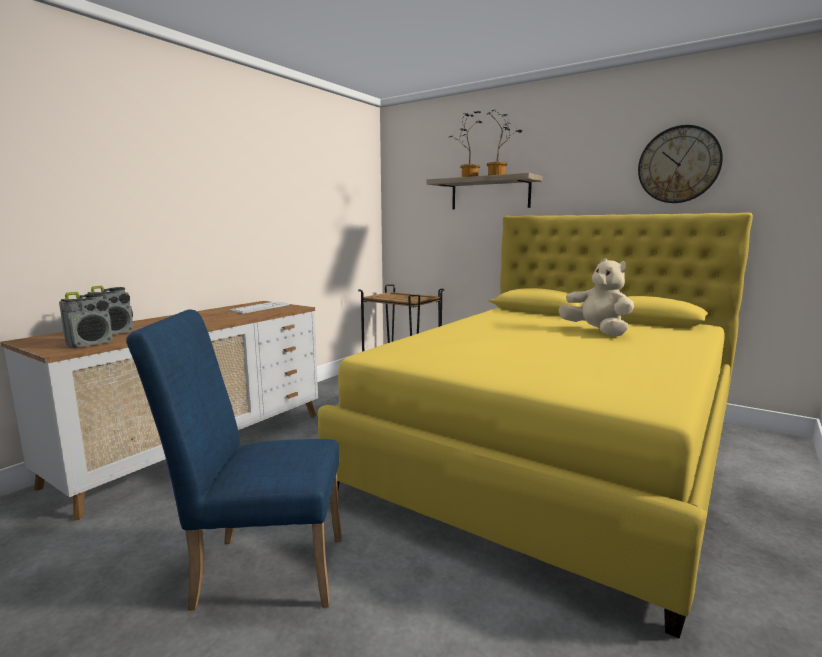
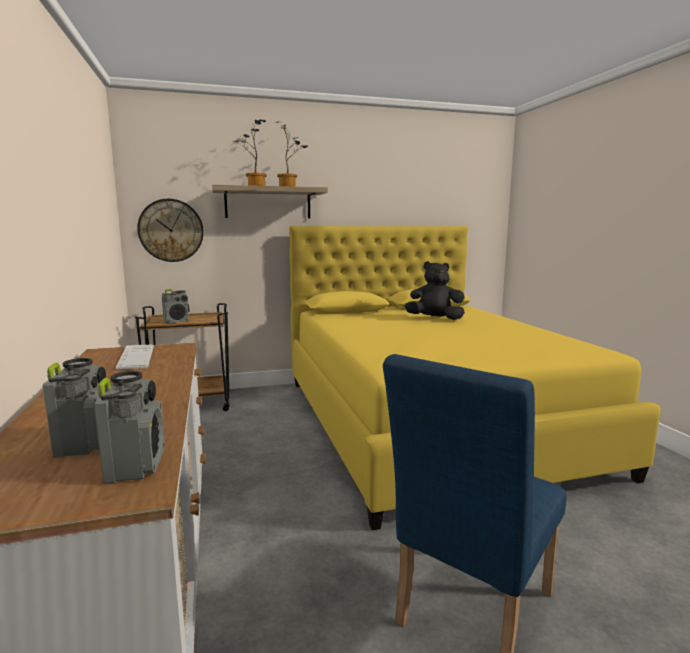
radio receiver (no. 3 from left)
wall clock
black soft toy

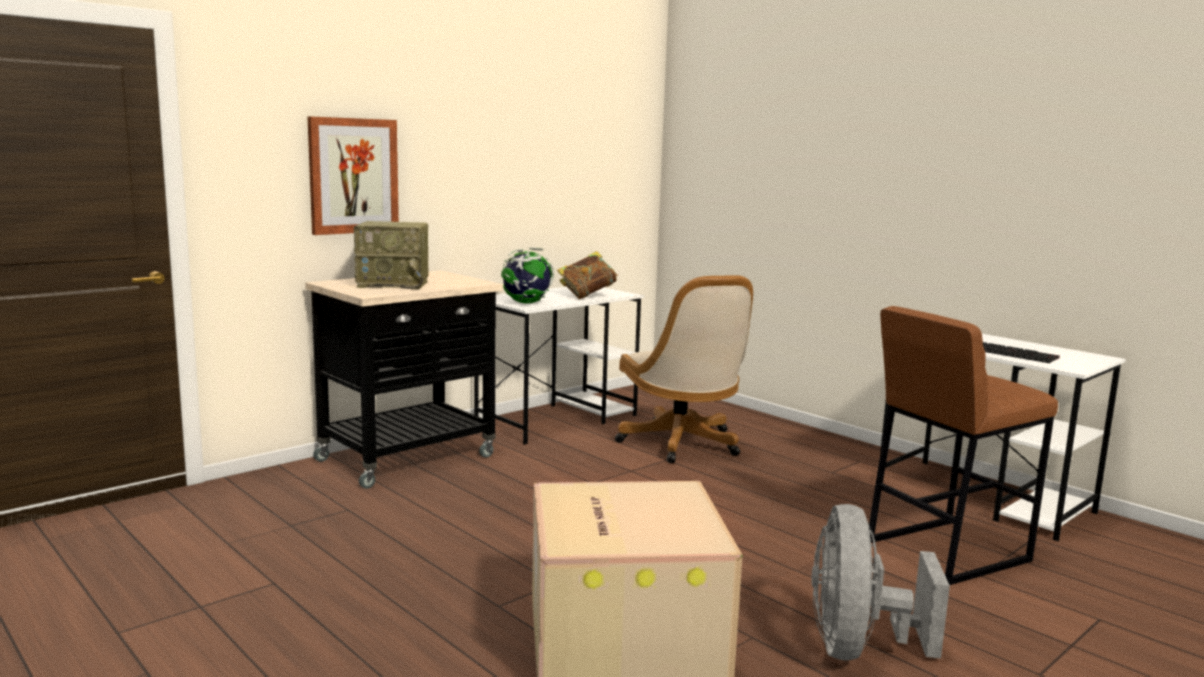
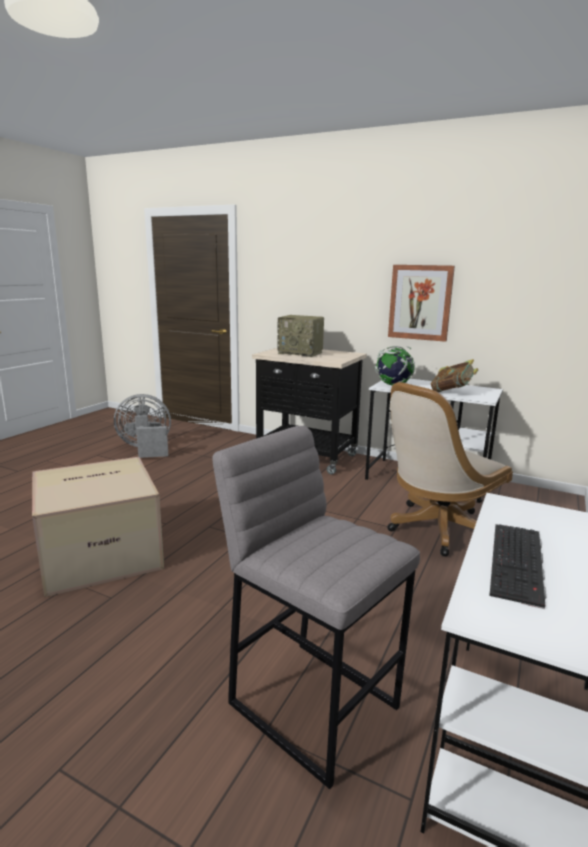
wall art
gray cooling fan
gray stool seat
radio receiver

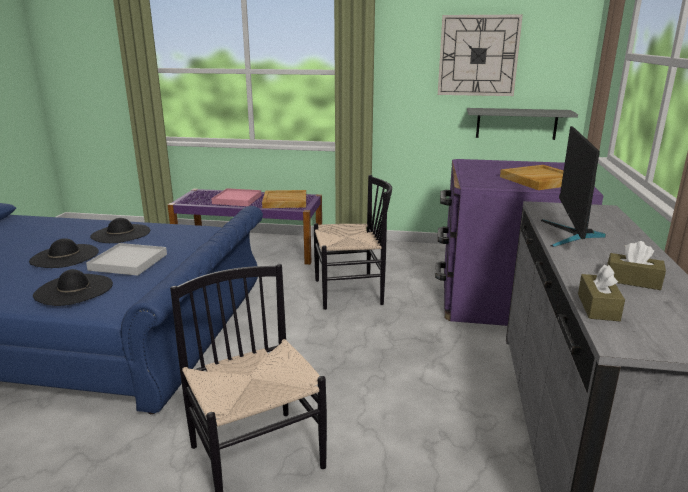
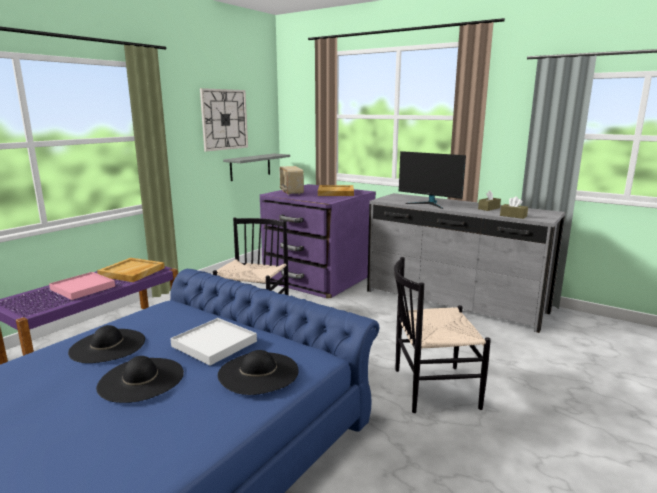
radio receiver

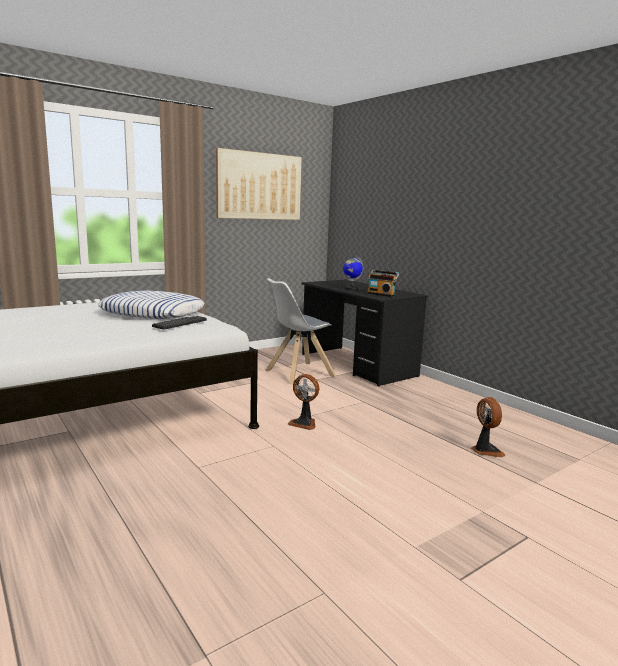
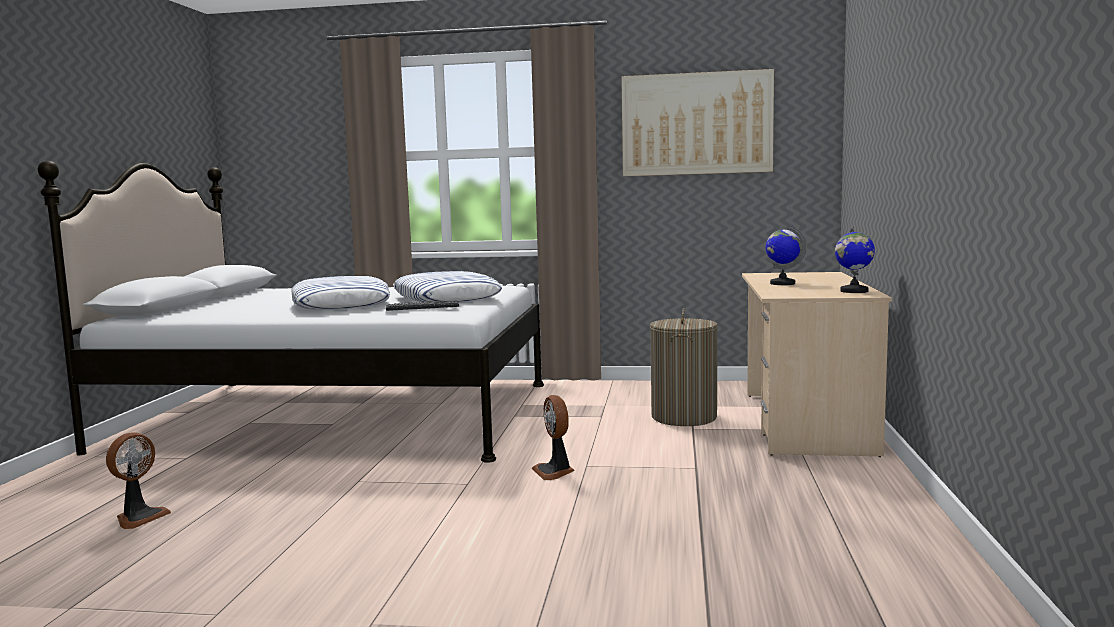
radio receiver
cushion (no. 1 from left)
desk globe (no. 2 from left)
cooling fan (no. 1 from left)
hamper
beige-coloured desk table

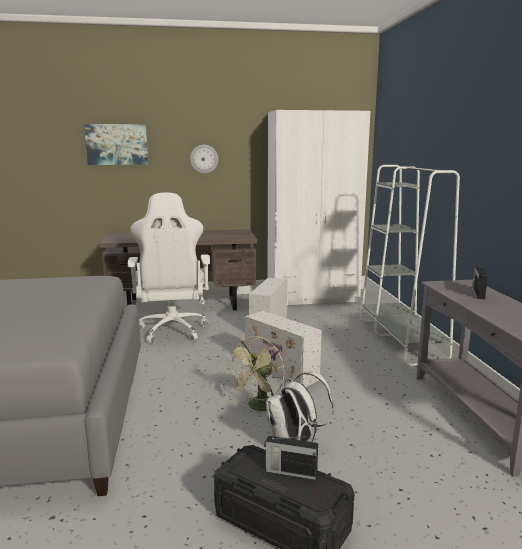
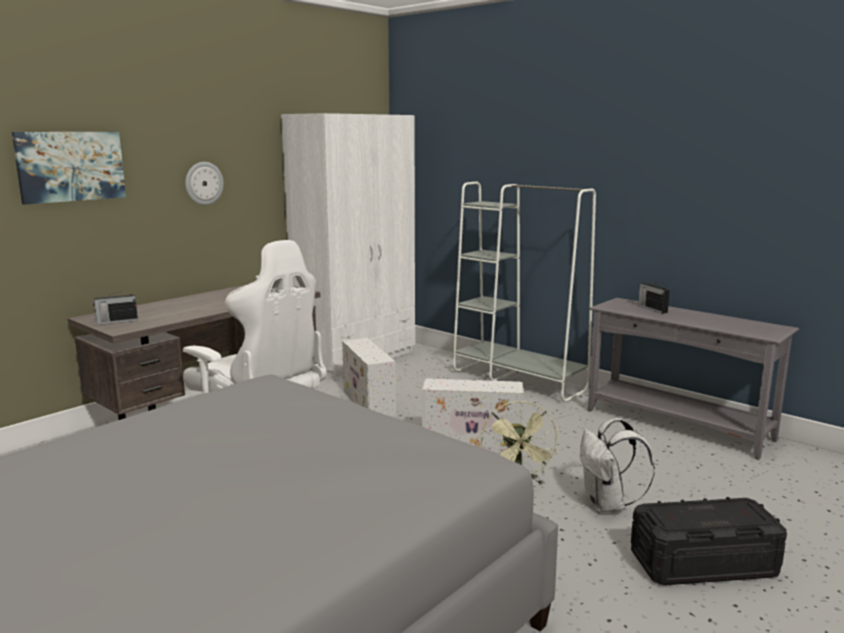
radio receiver (no. 1 from left)

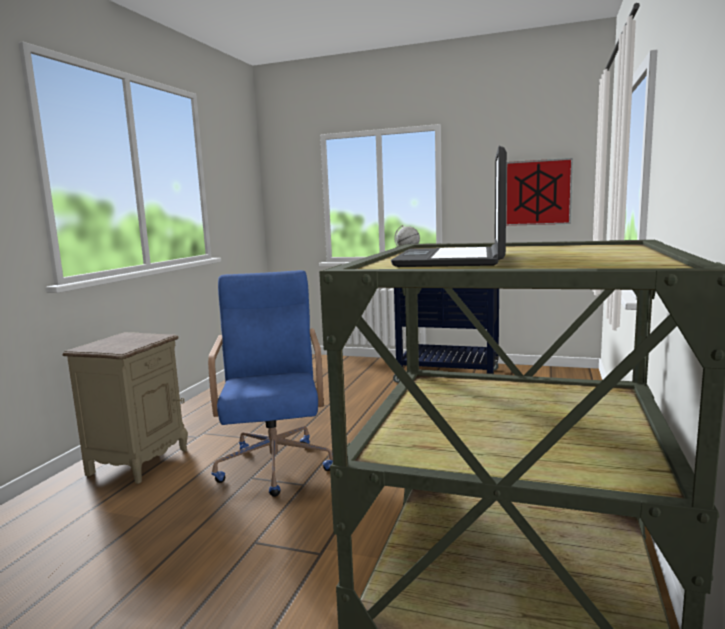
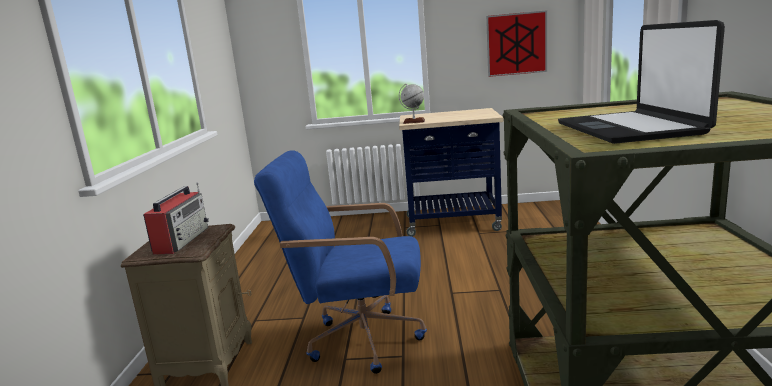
radio receiver
blue desk chair

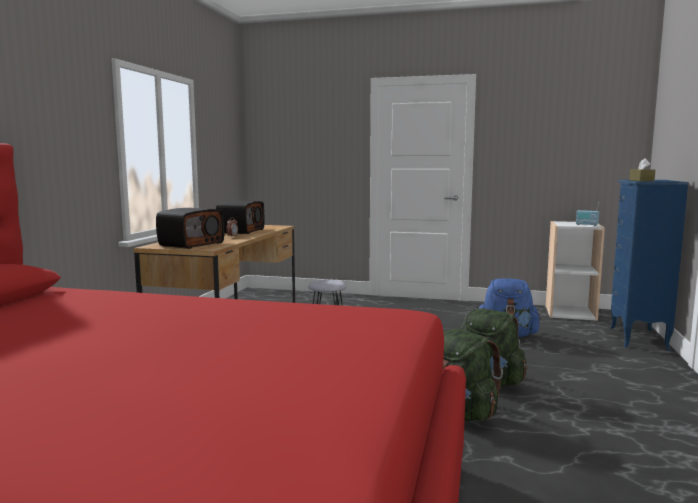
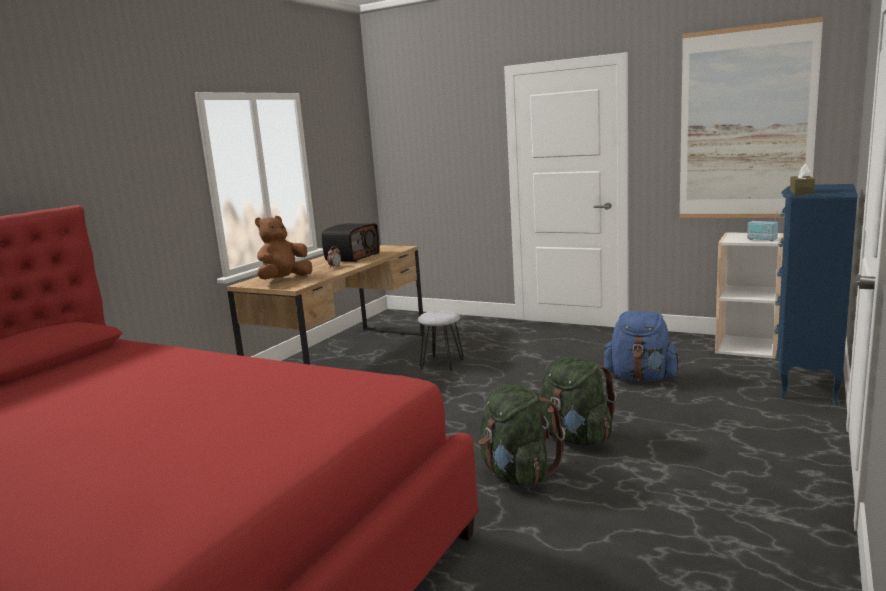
wall art
brown-coloured soft toy

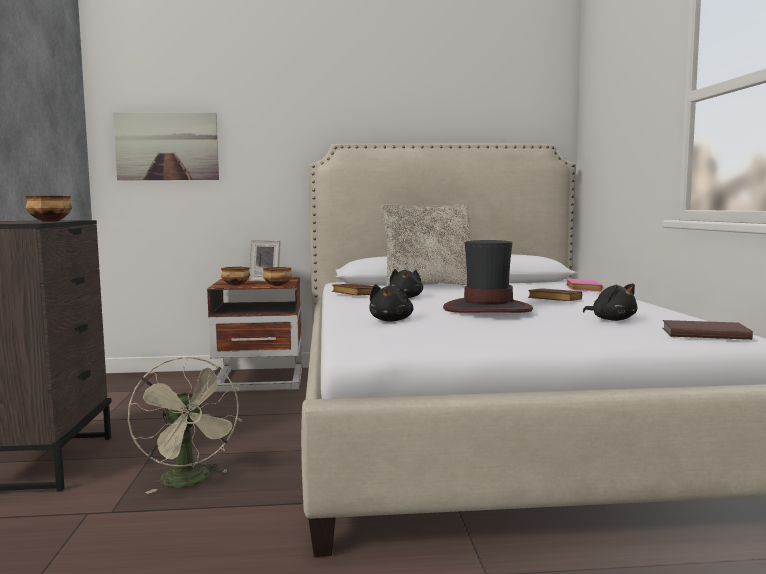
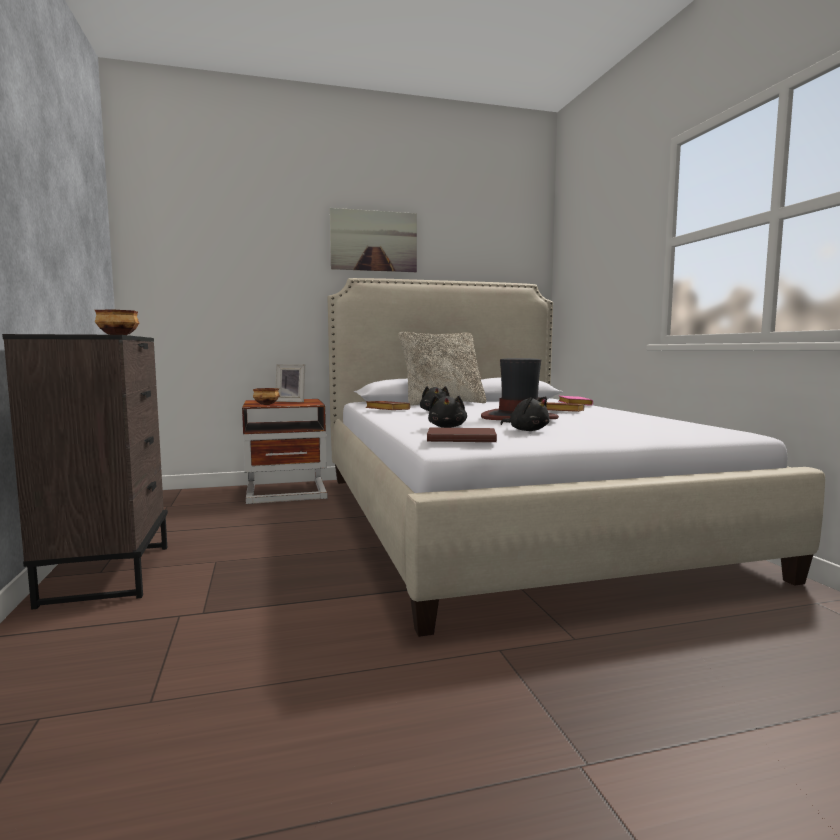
beige-coloured cooling fan
deep dish (no. 3 from left in the first image)
wall art
black soft toy (no. 3 from left)
brown-coloured book (no. 2 from left)

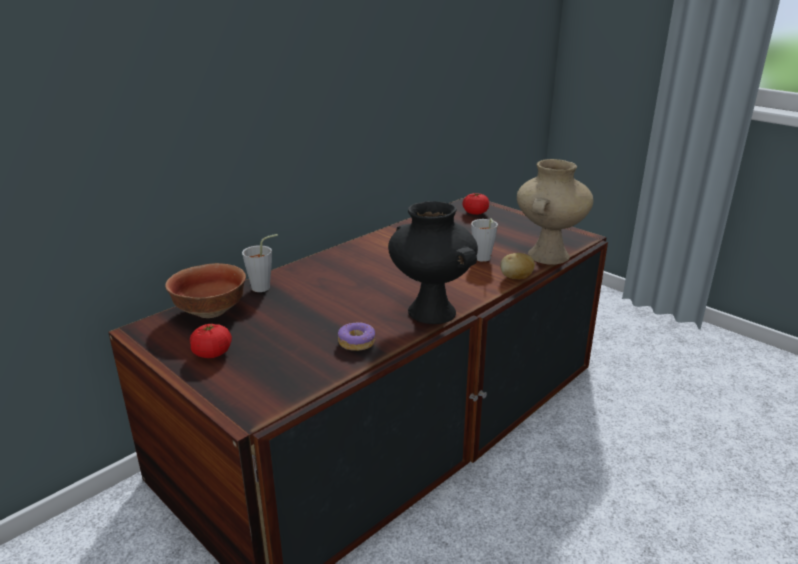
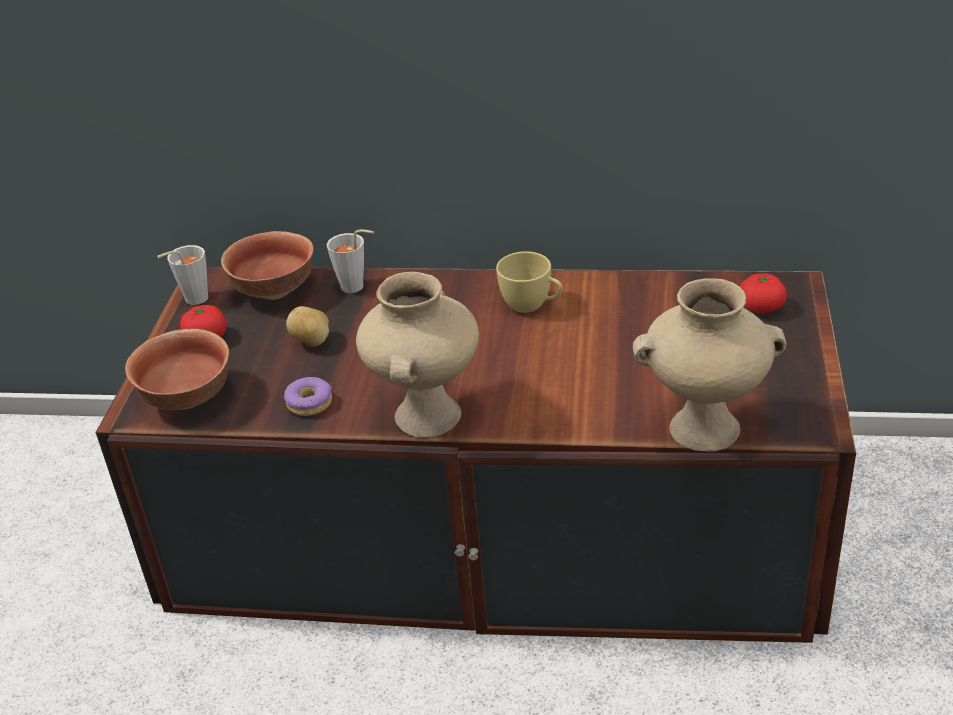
deep dish (no. 1 from left)
yellow-coloured small cup
gray small cup (no. 1 from left)
whole potato
beige-coloured flower vase (no. 1 from left)

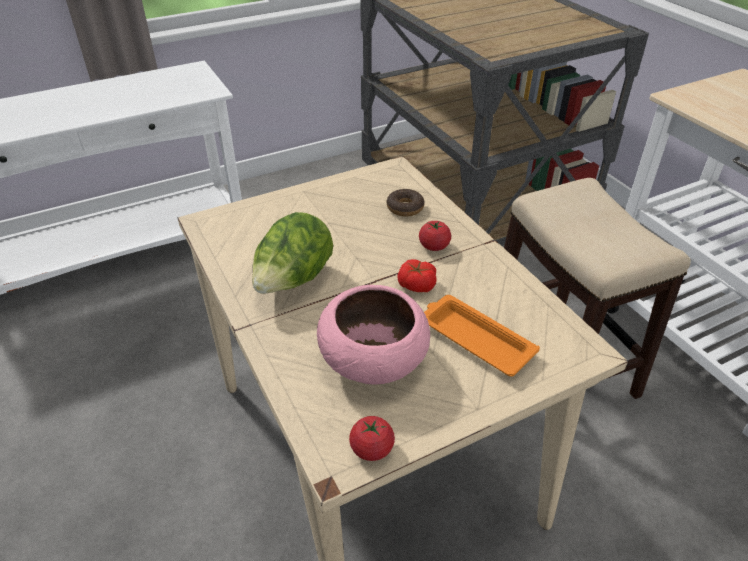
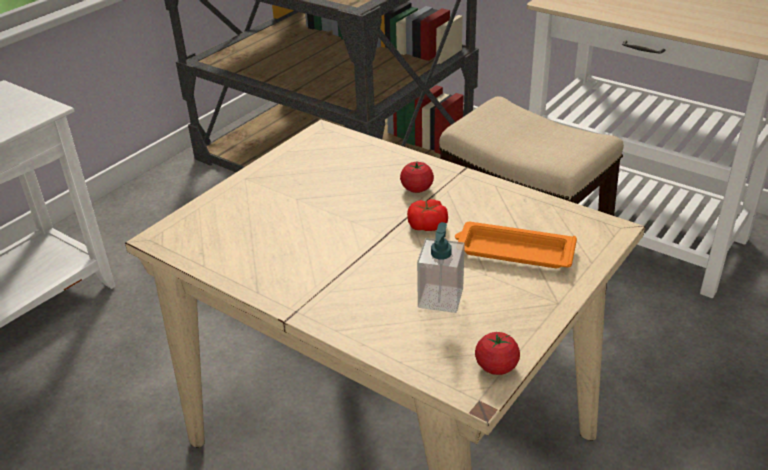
head of lettuce
donut
soap bottle

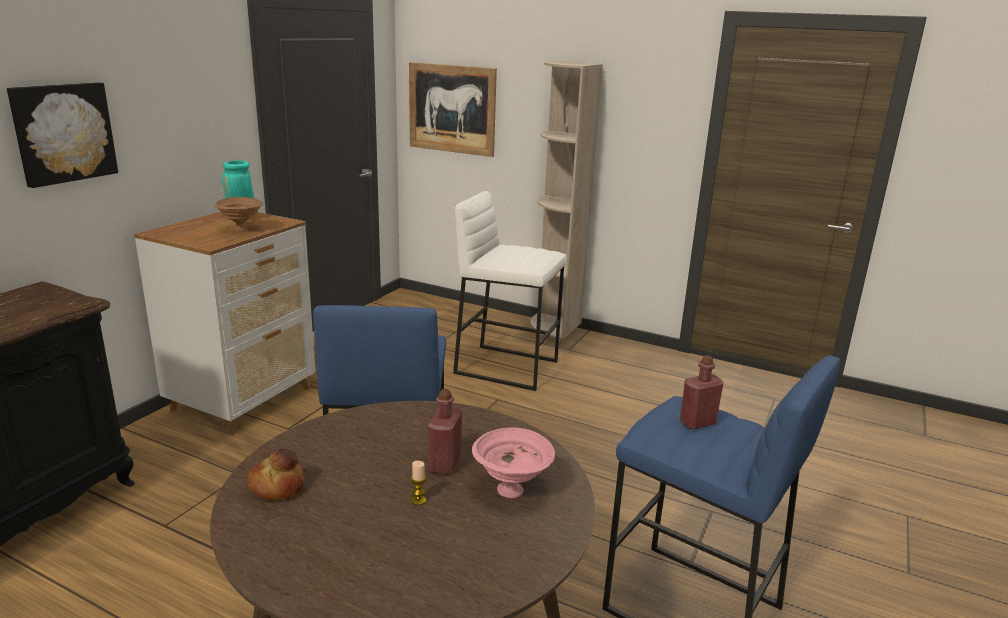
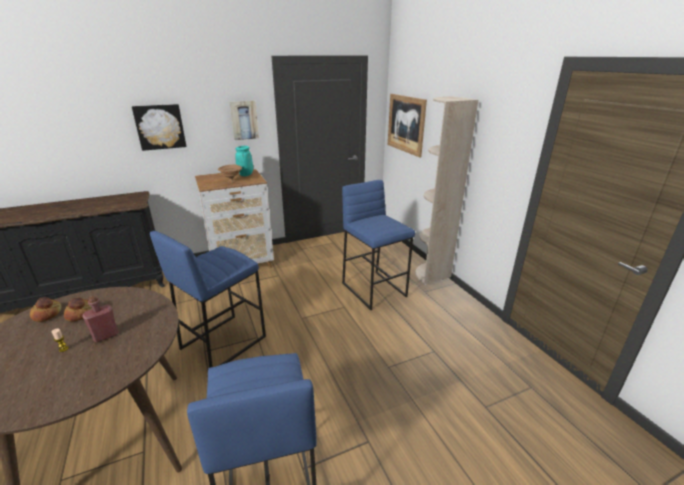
pinkish deep dish
reddish bottle (no. 2 from left in the first image)
bakery bread (no. 2 from left)
wall art (no. 2 from left)
blue stool seat (no. 3 from left)

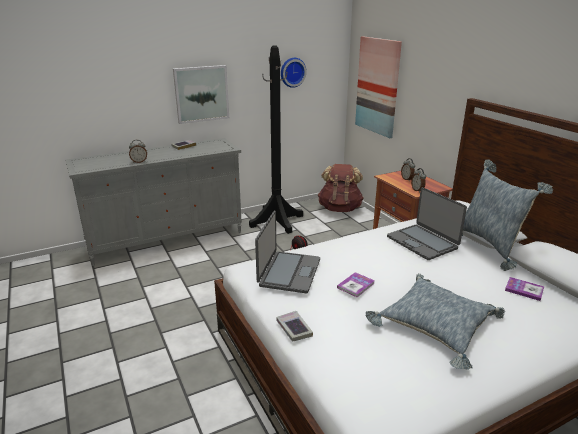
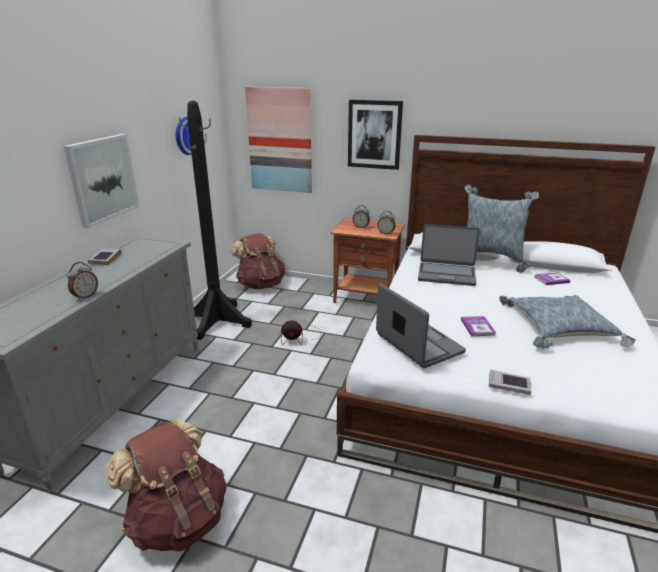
brown-coloured knapsack (no. 1 from left)
wall art (no. 3 from left)

